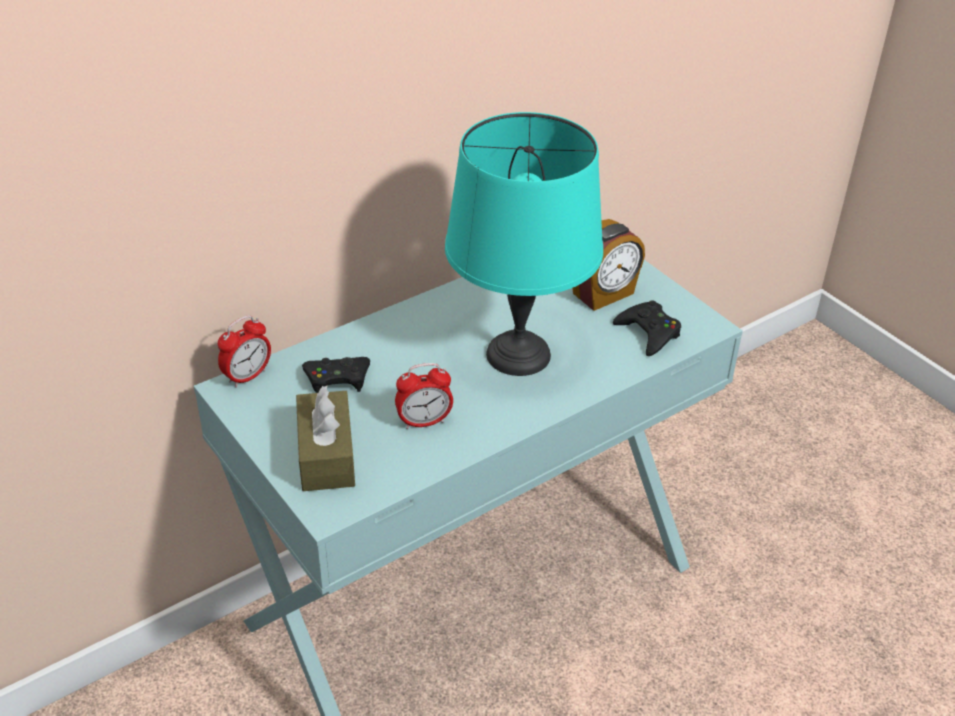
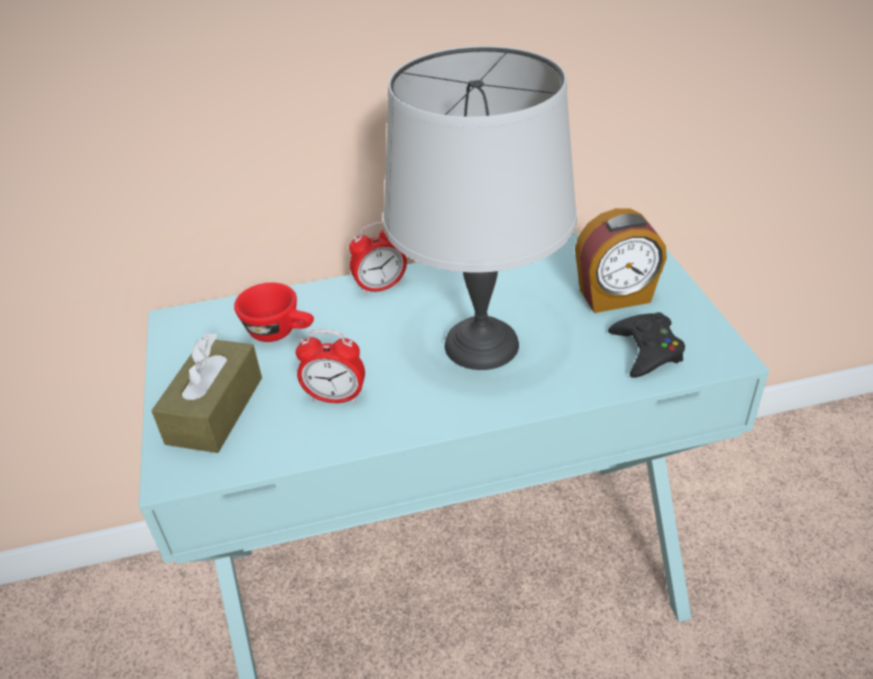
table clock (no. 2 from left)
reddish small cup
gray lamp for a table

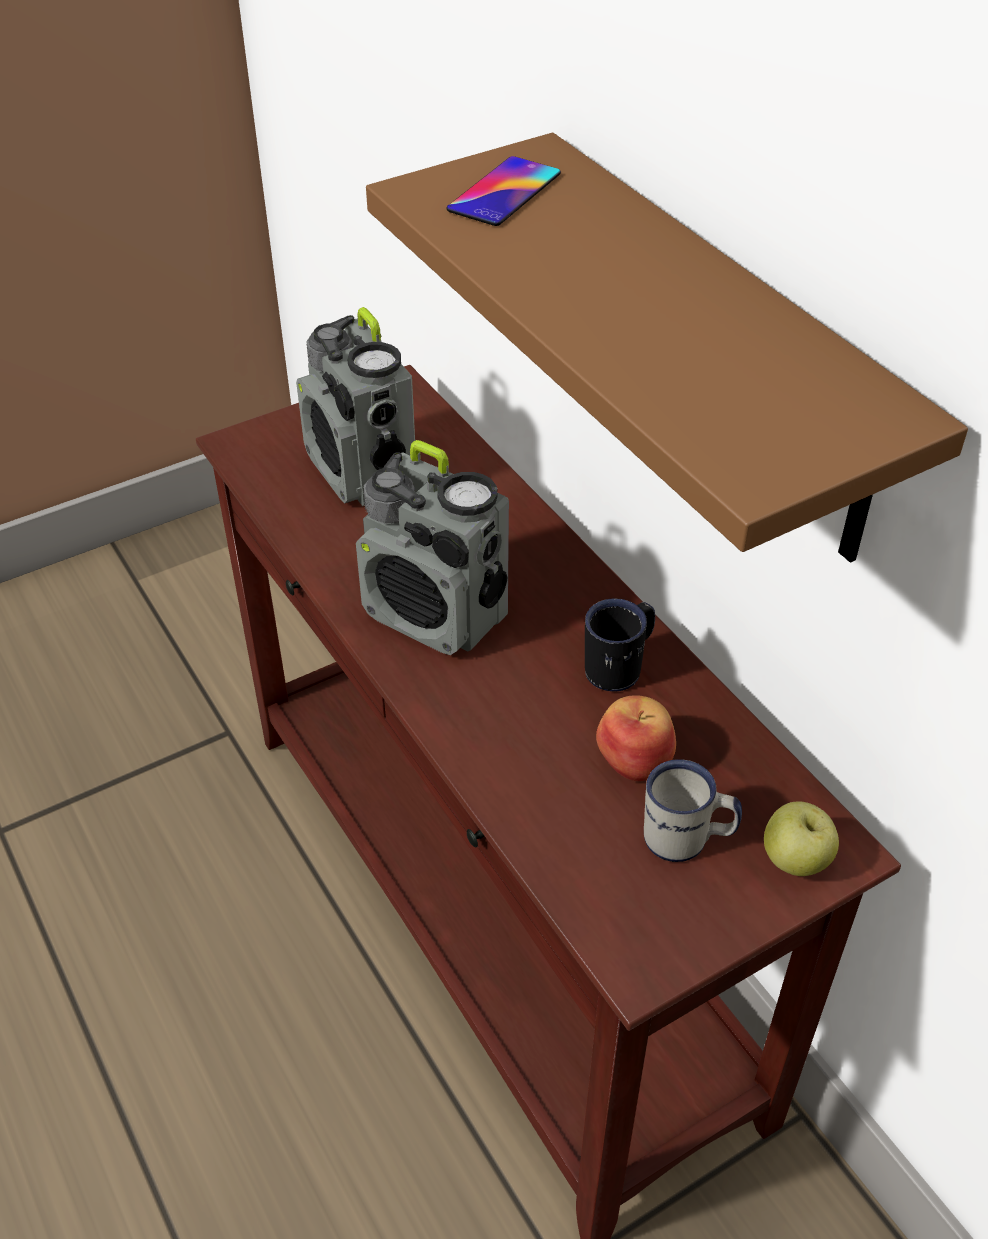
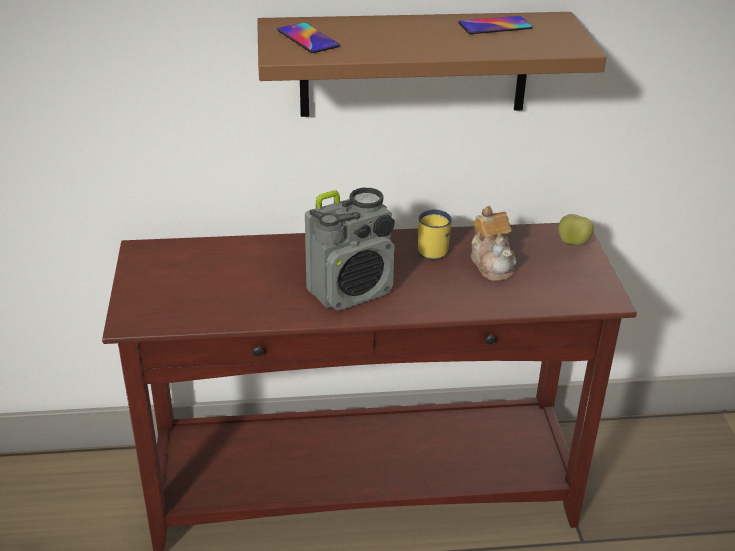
radio receiver (no. 1 from left in the first image)
white coffee mug
handset (no. 2 from left)
pot for tea
yellow-coloured coffee mug

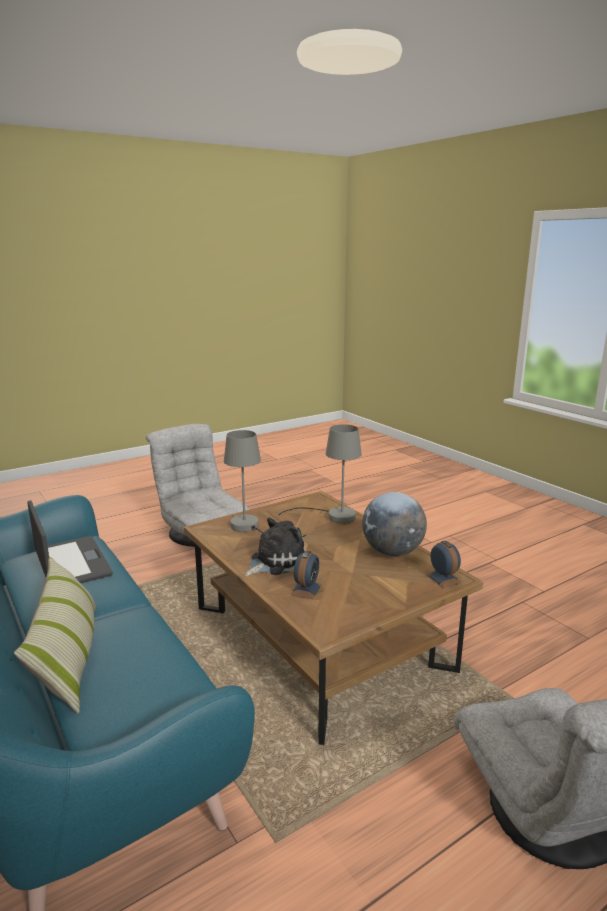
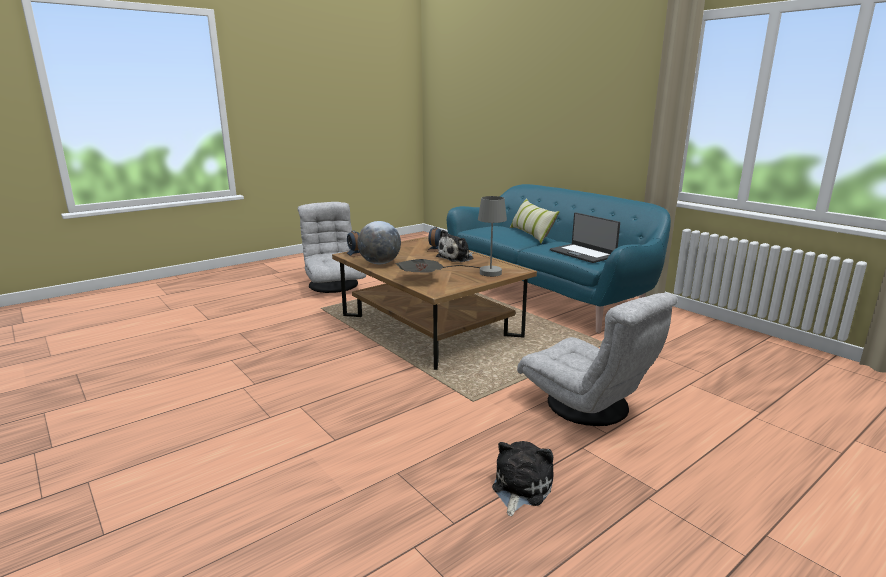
soft toy (no. 2 from left)
printed paper

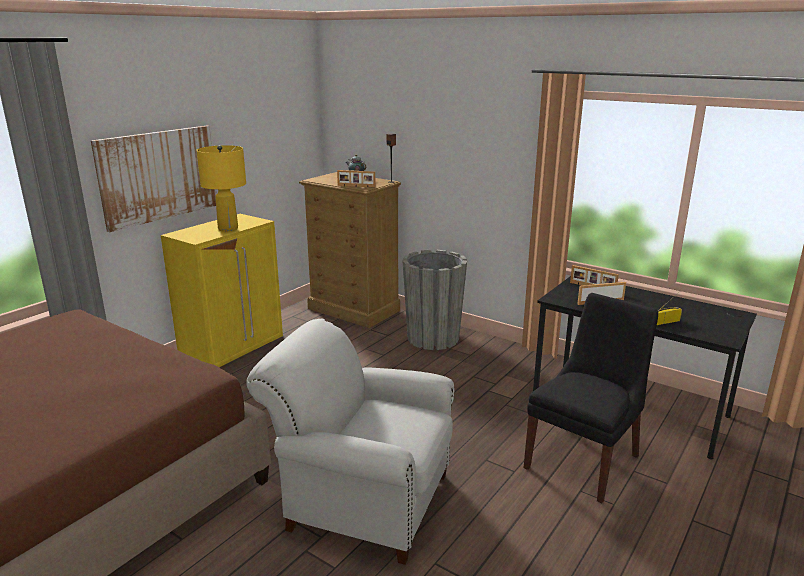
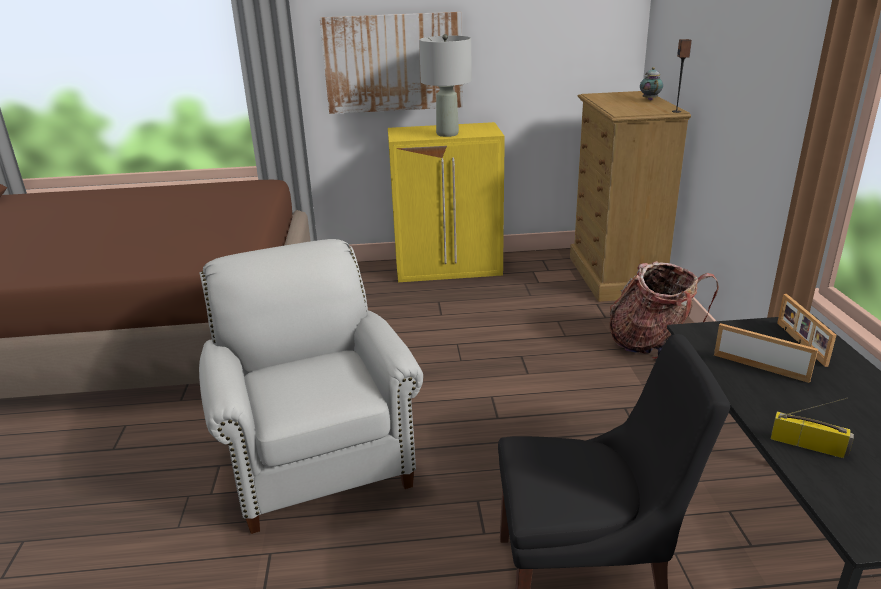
standing frame (no. 1 from left in the first image)
knapsack
gray lamp for a table

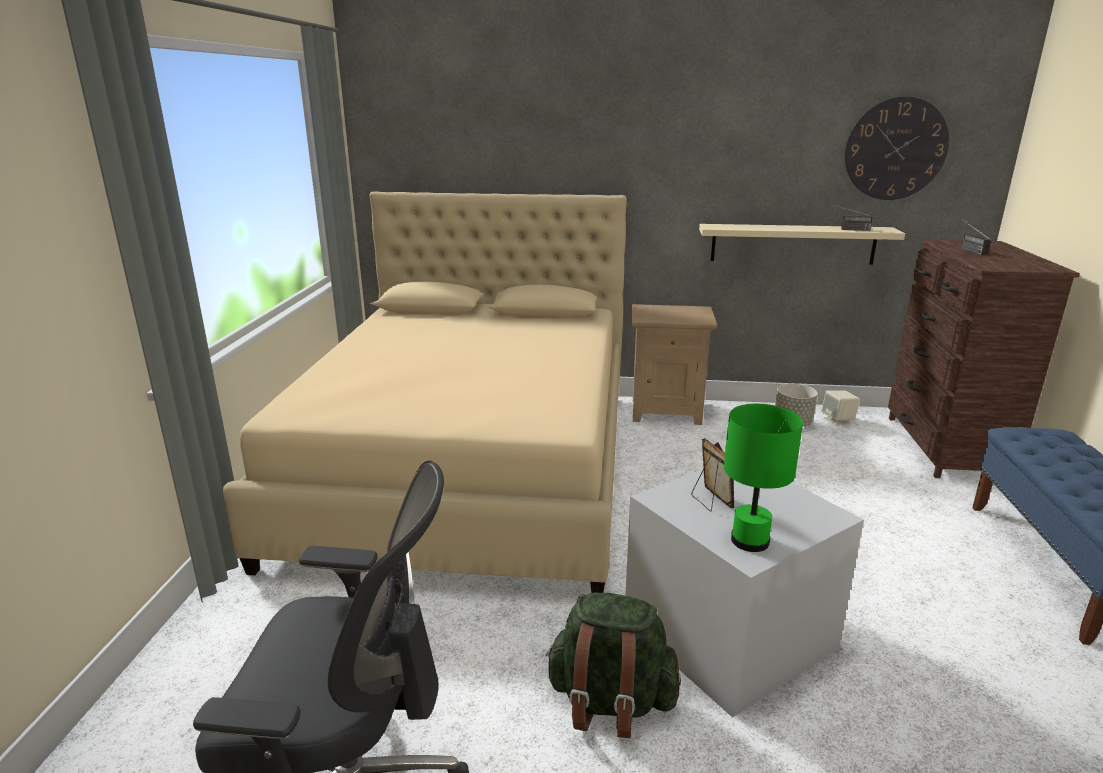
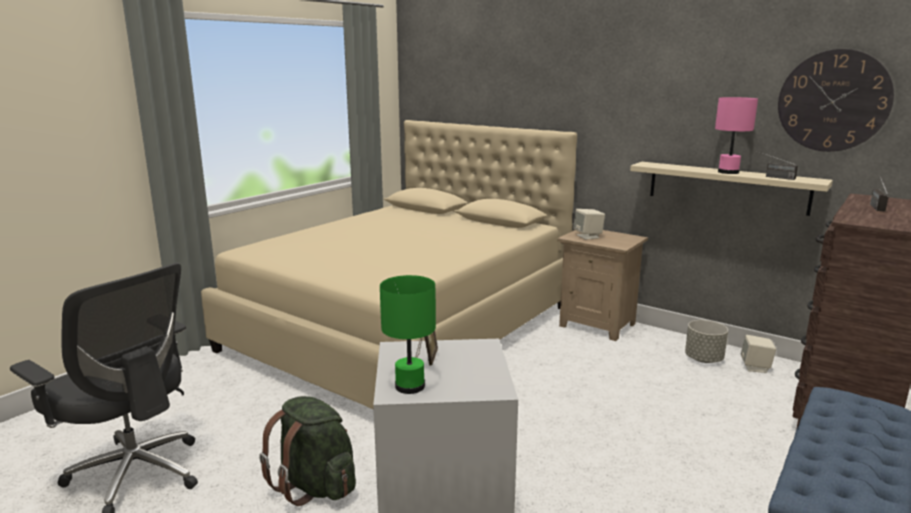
beige-coloured speaker (no. 1 from left)
pinkish lamp for a table

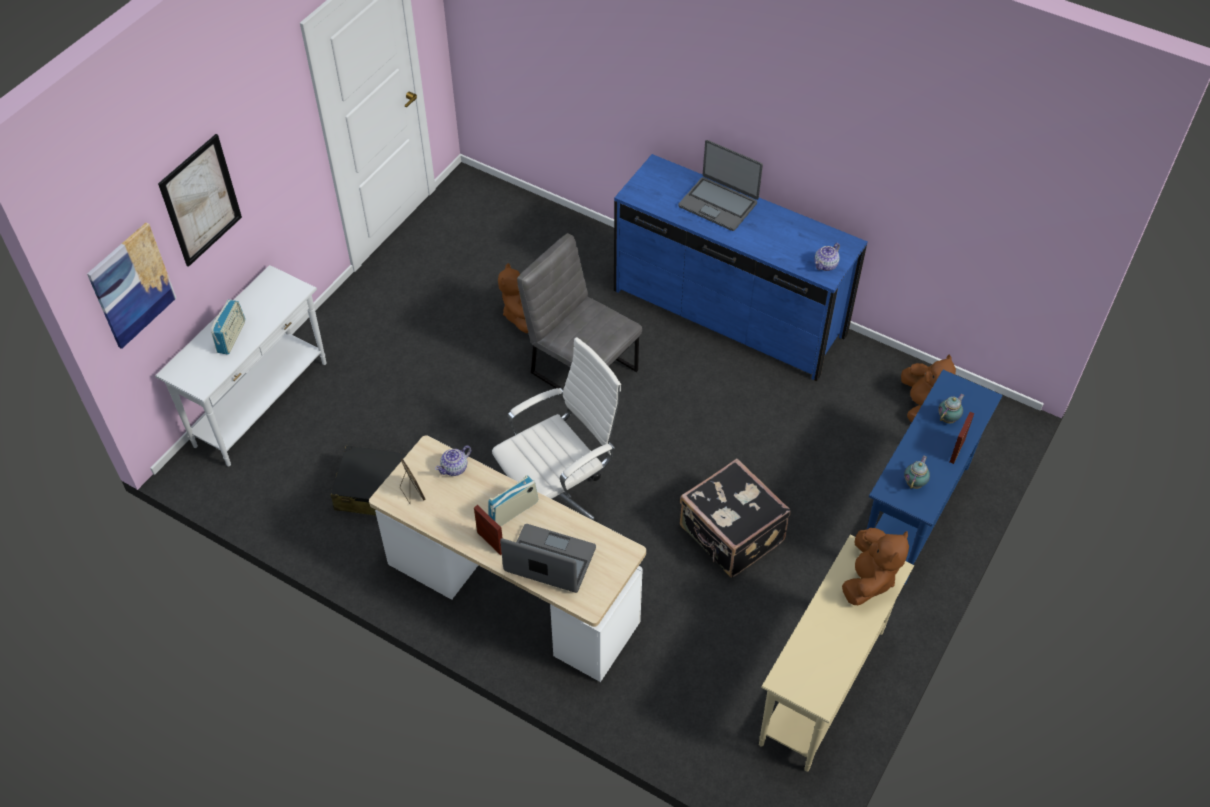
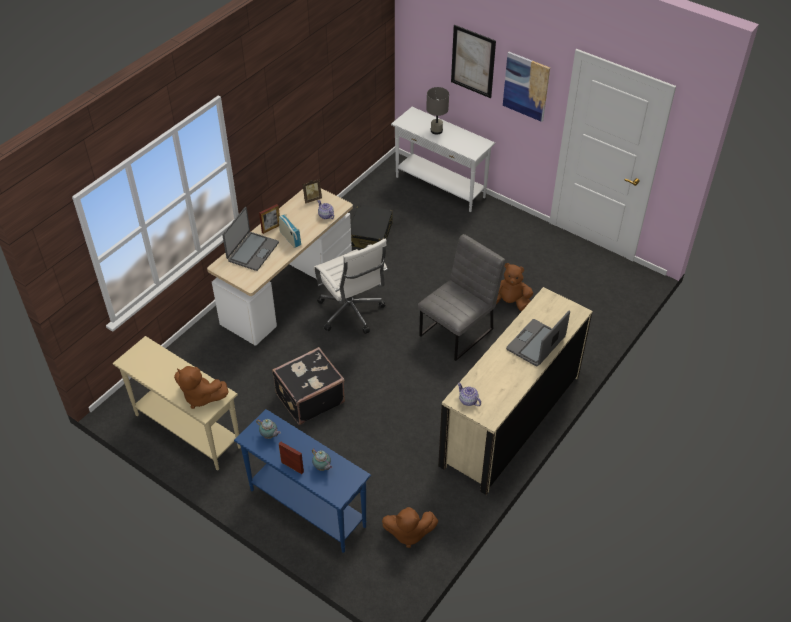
wall art (no. 2 from left)
gray lamp for a table
beige-coloured chest of drawers

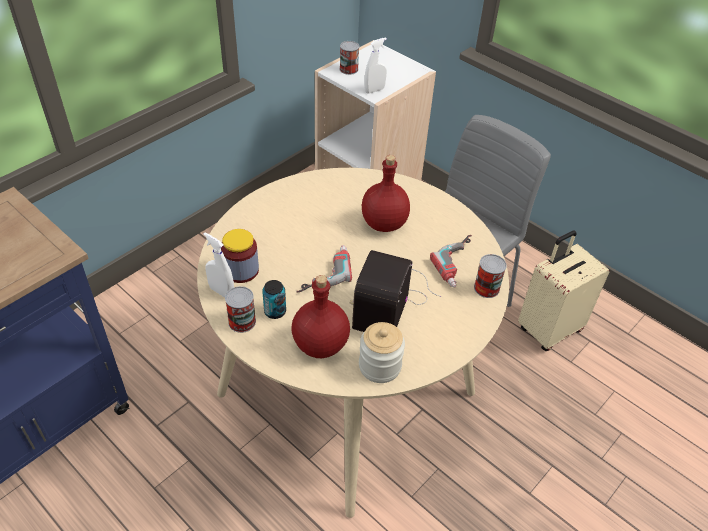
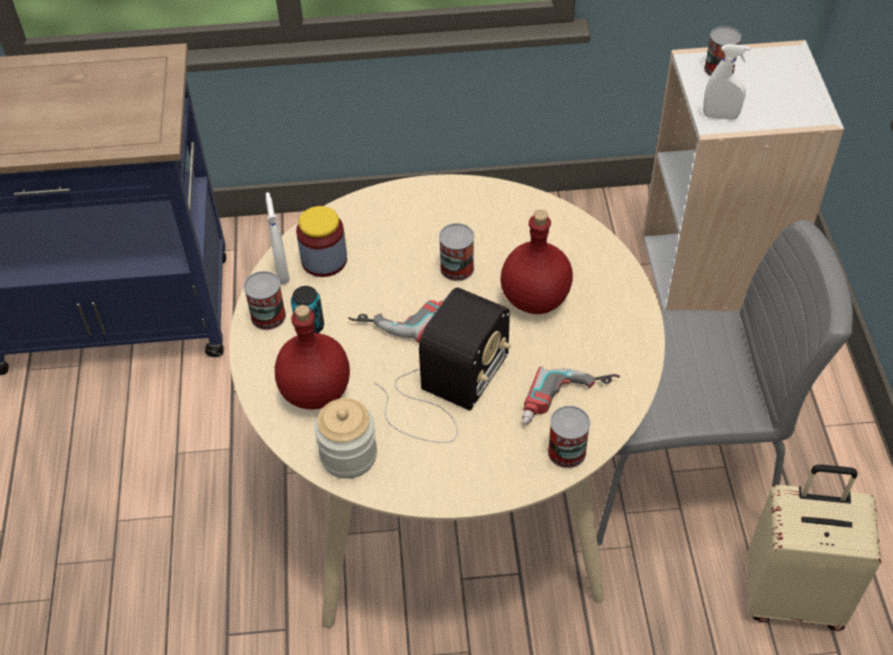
can (no. 3 from left)
radio receiver

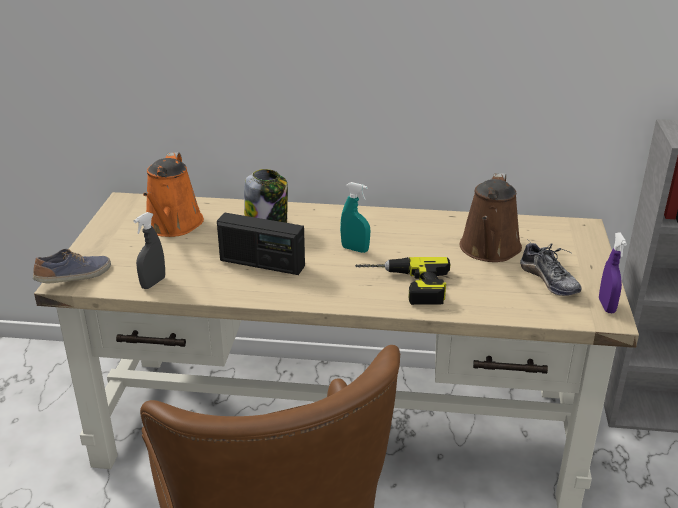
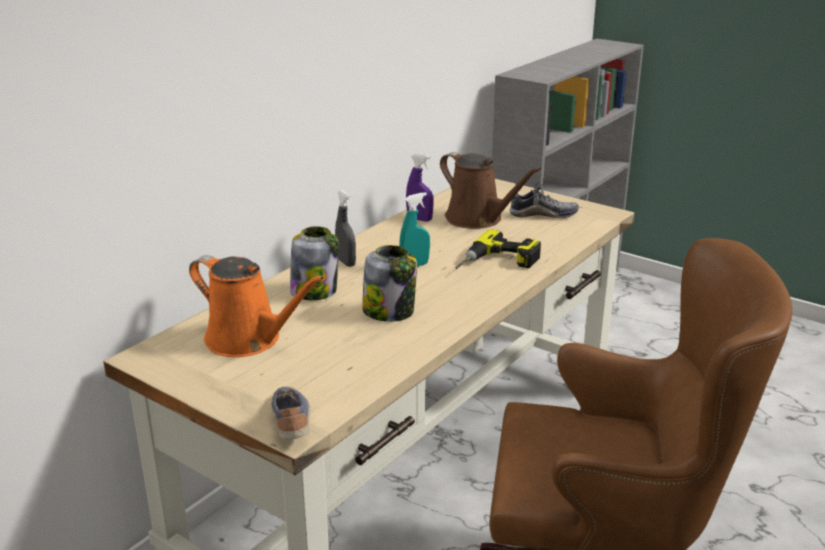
gray sprayer
purplish sprayer
storage jar (no. 2 from left)

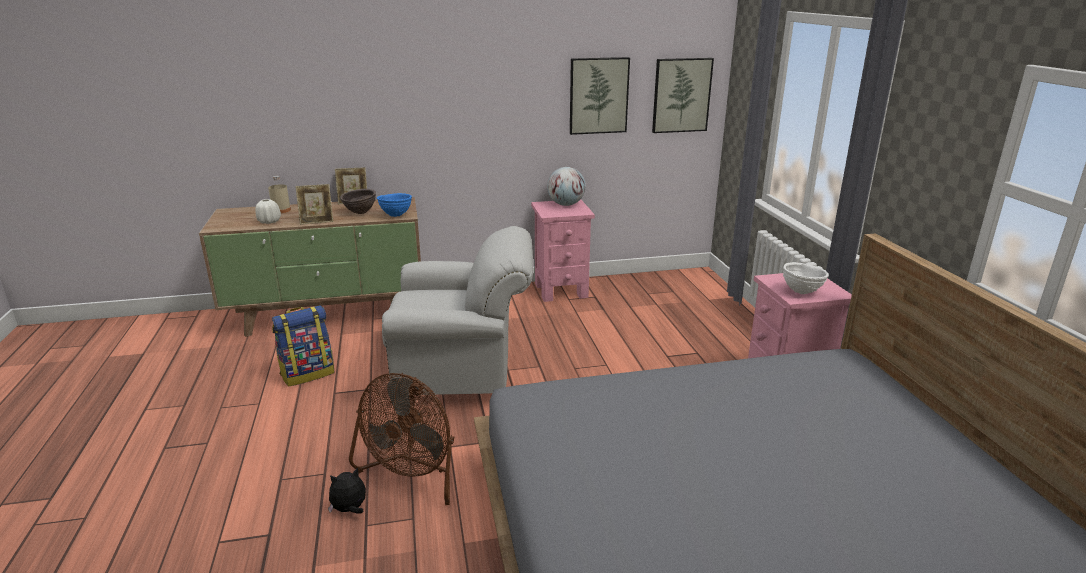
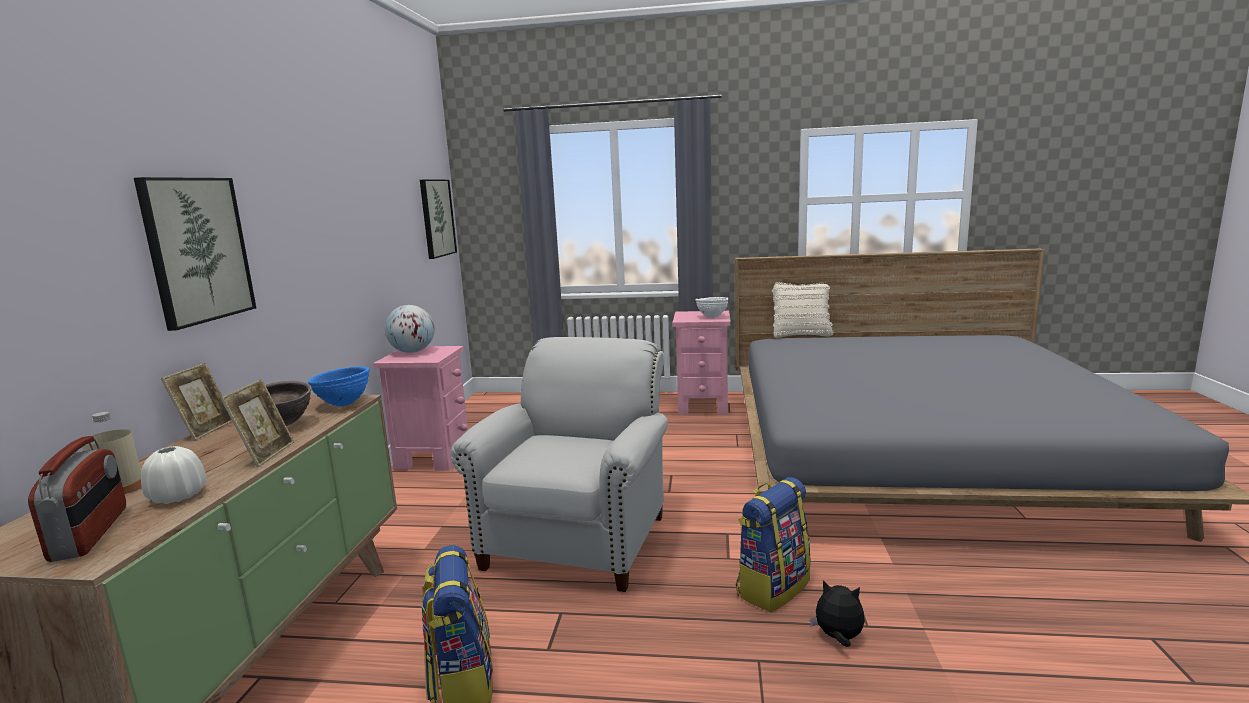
radio receiver
beige-coloured cushion
wall art (no. 1 from left)
knapsack (no. 2 from left)
soft toy

